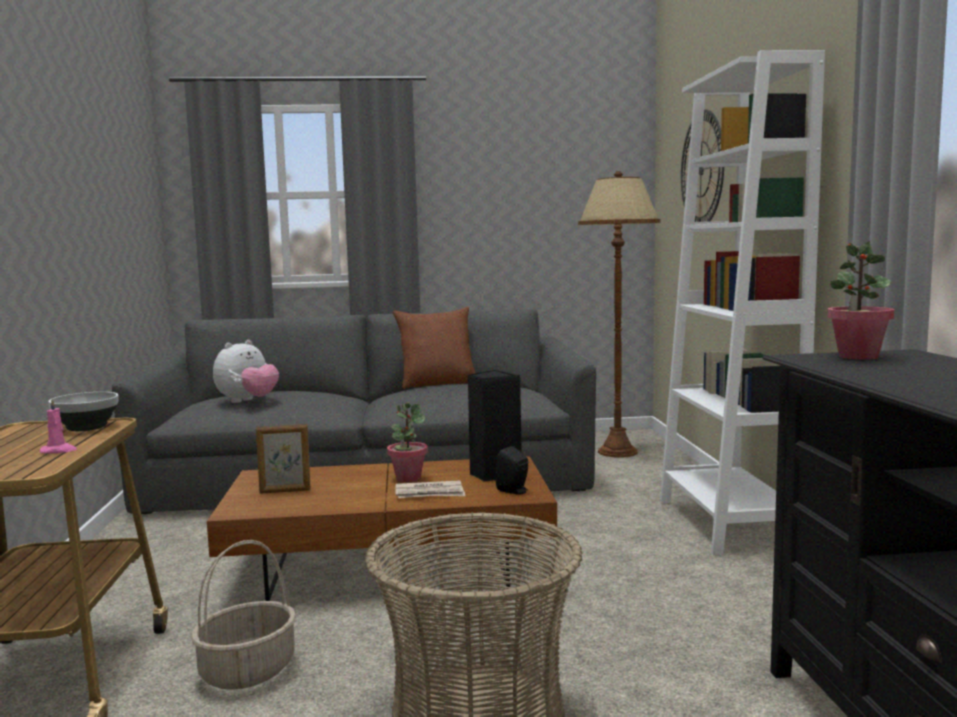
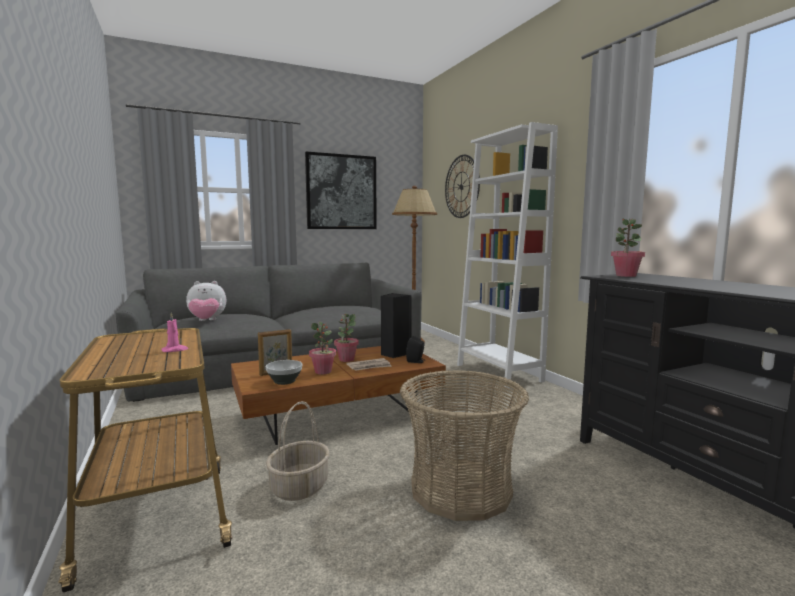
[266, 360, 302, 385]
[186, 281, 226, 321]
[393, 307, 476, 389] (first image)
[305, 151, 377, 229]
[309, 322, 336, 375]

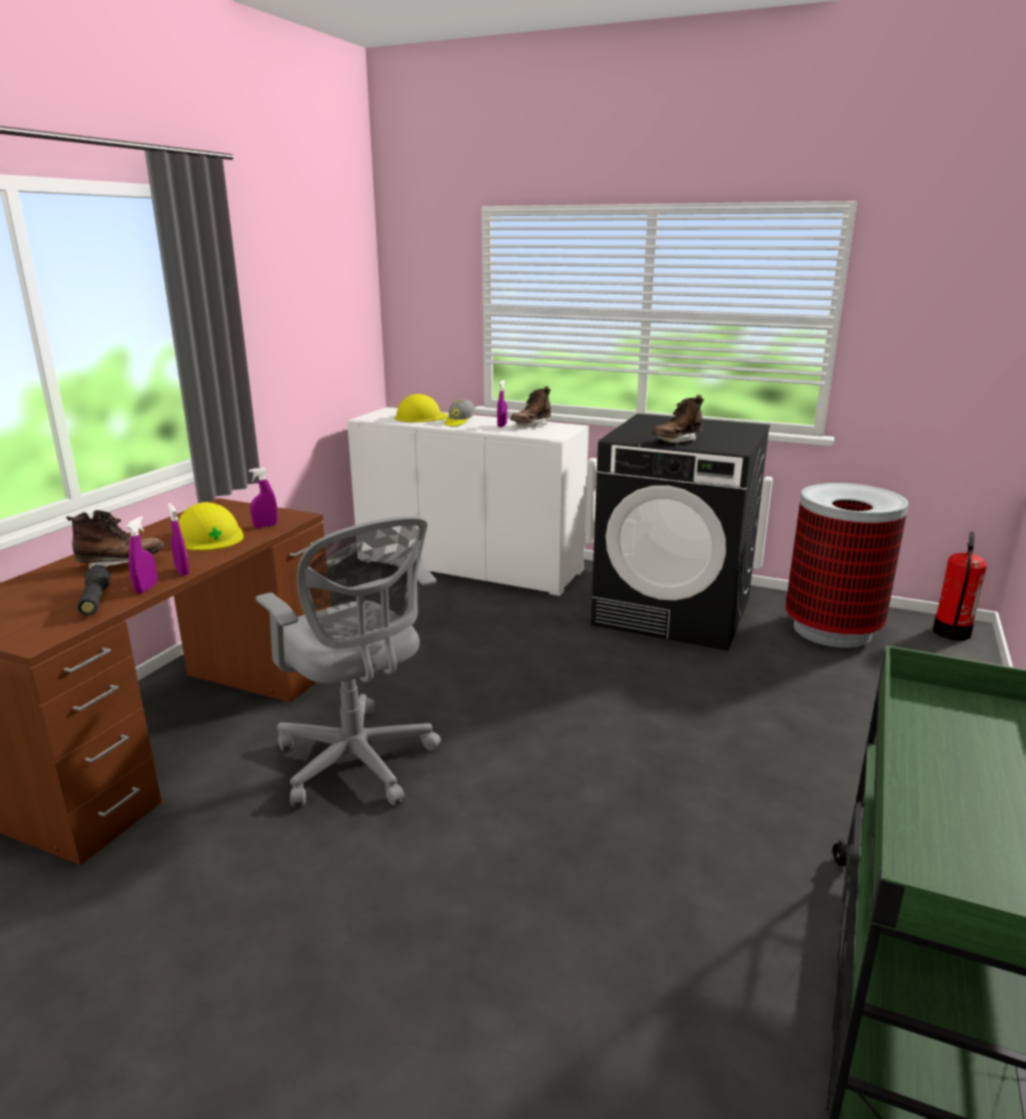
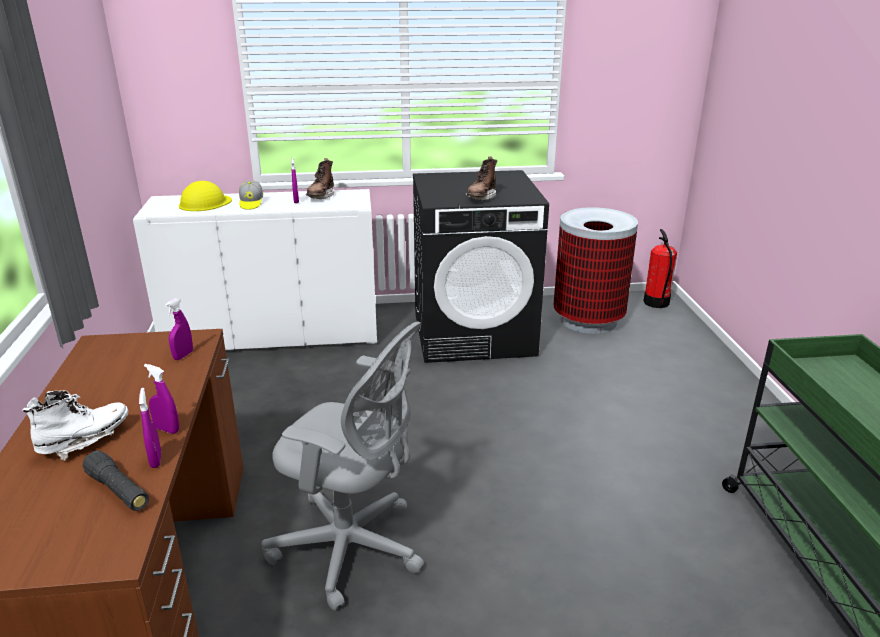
[22, 390, 128, 461]
[178, 502, 244, 551] (first image)

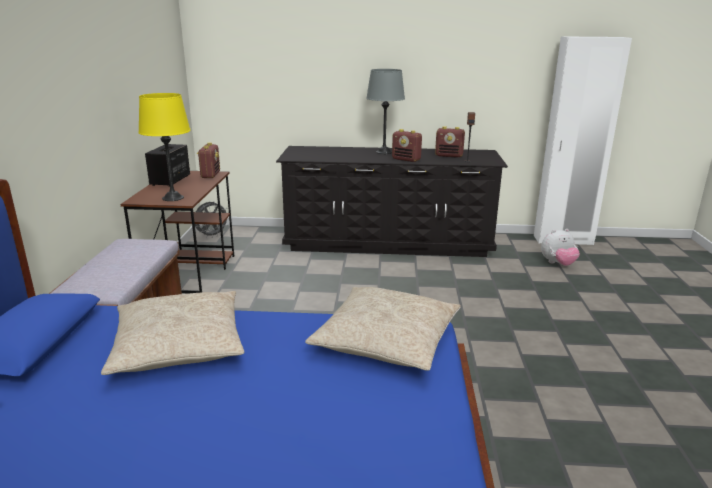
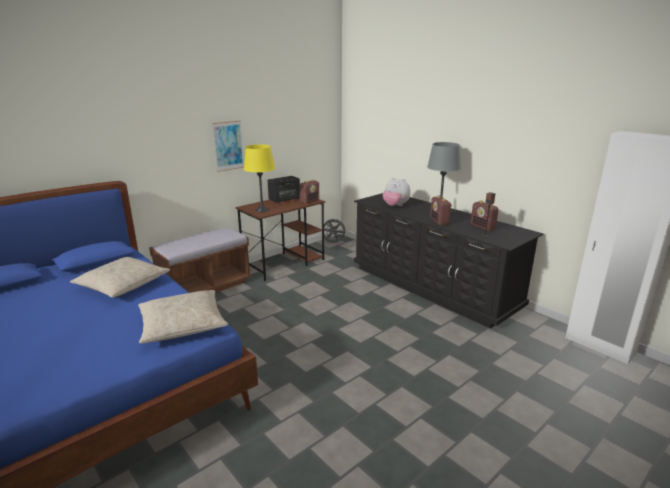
[383, 178, 411, 206]
[212, 120, 244, 172]

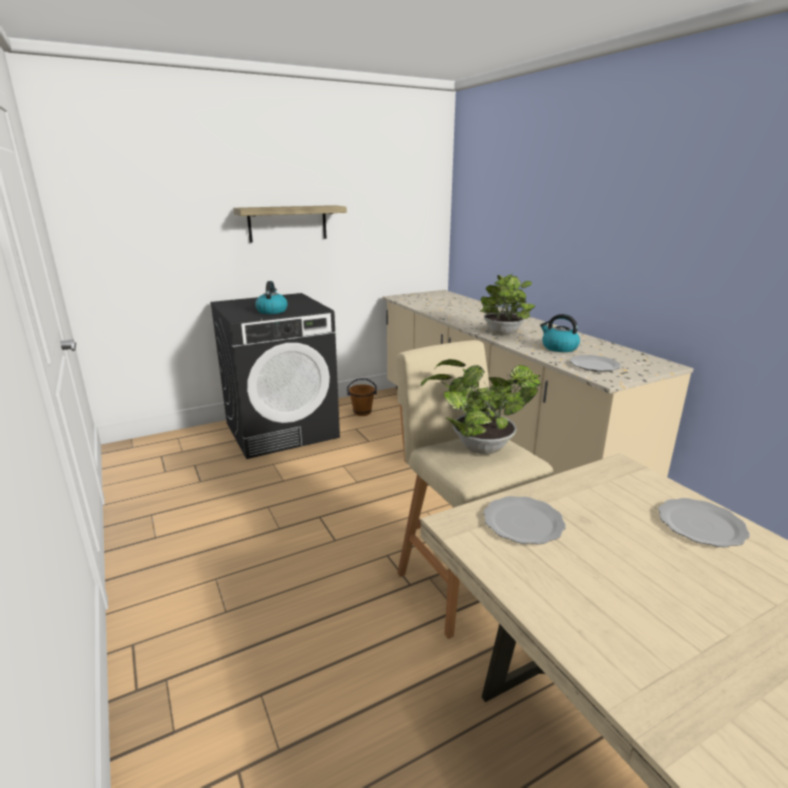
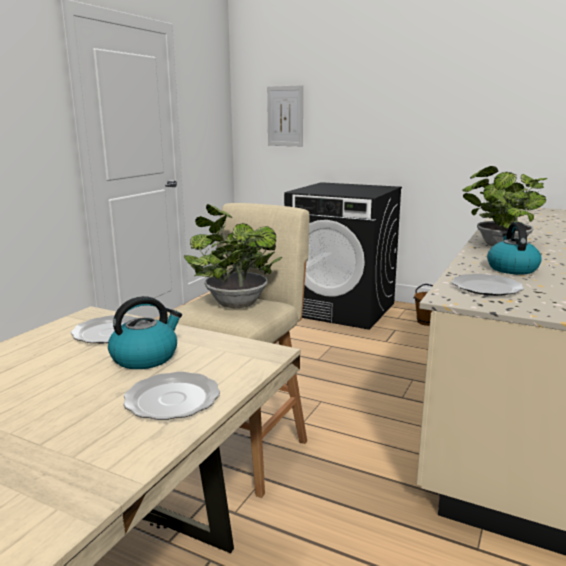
[233, 205, 347, 243] (first image)
[108, 296, 182, 369]
[267, 85, 303, 146]

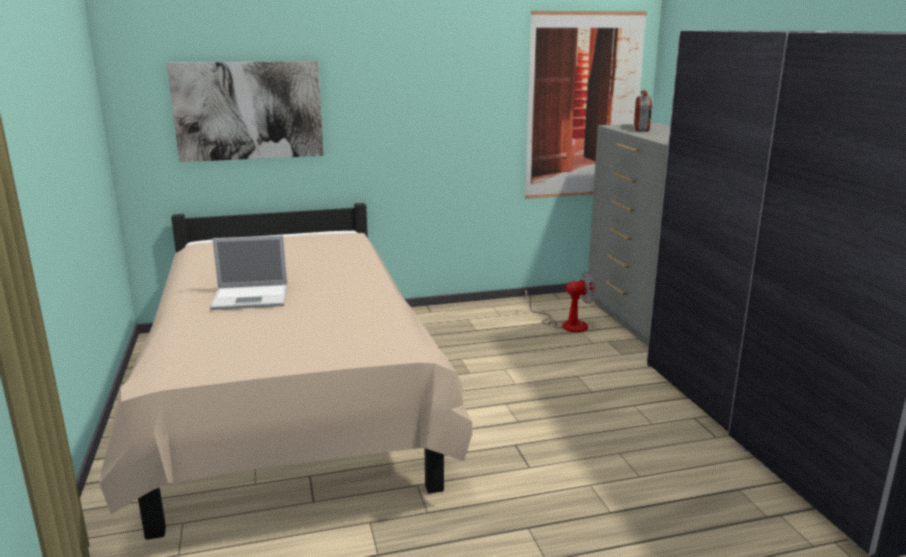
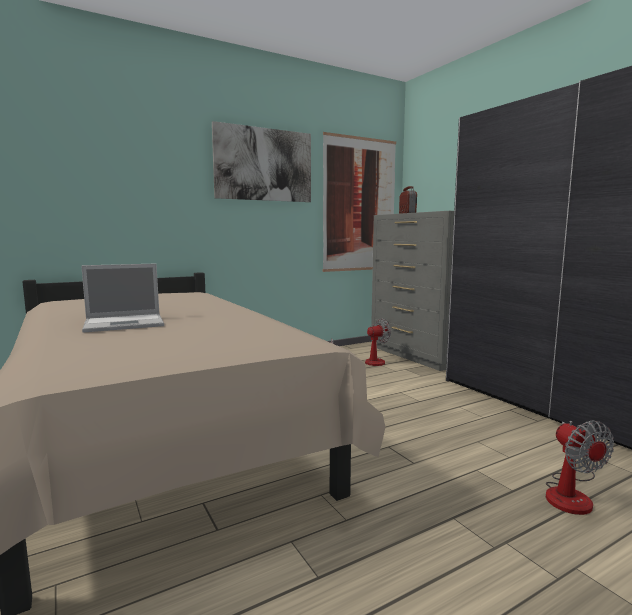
[212, 121, 311, 202]
[546, 421, 614, 515]

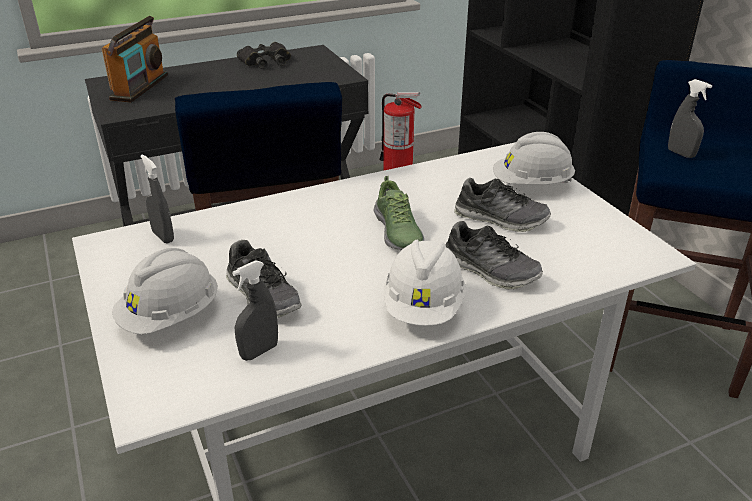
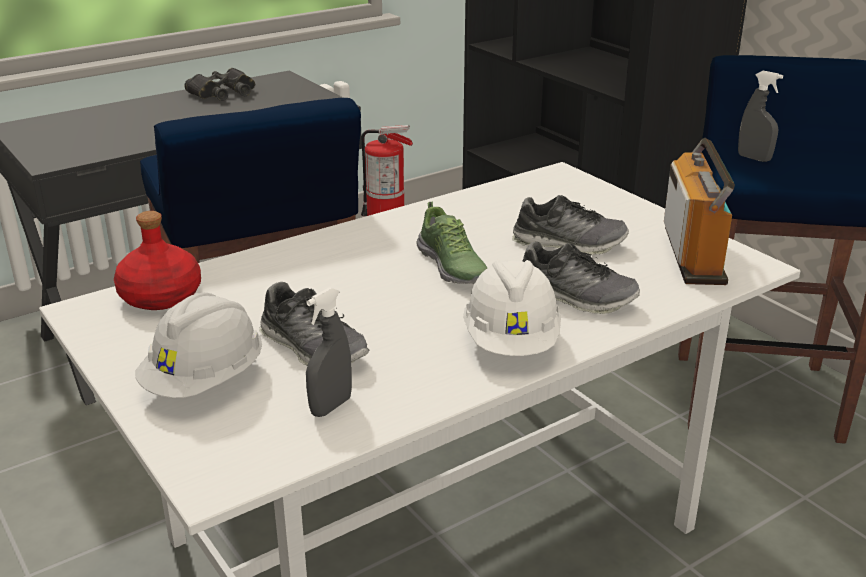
[664, 138, 735, 285]
[114, 211, 201, 310]
[493, 132, 575, 185] (first image)

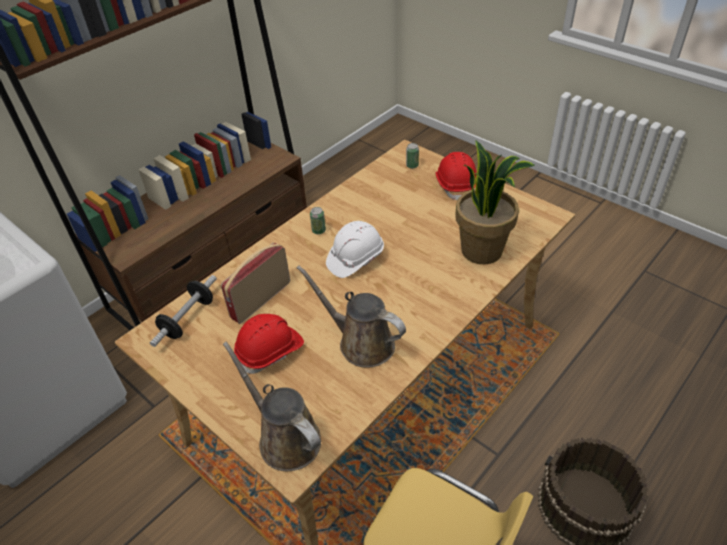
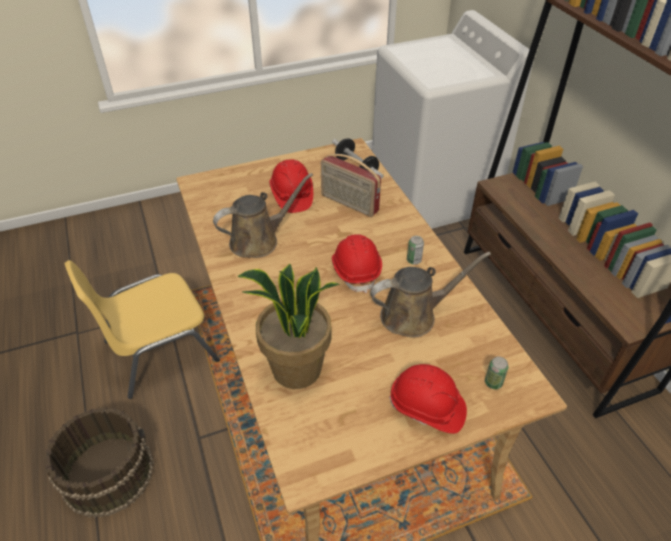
[321, 154, 381, 217]
[370, 252, 491, 338]
[332, 234, 382, 293]

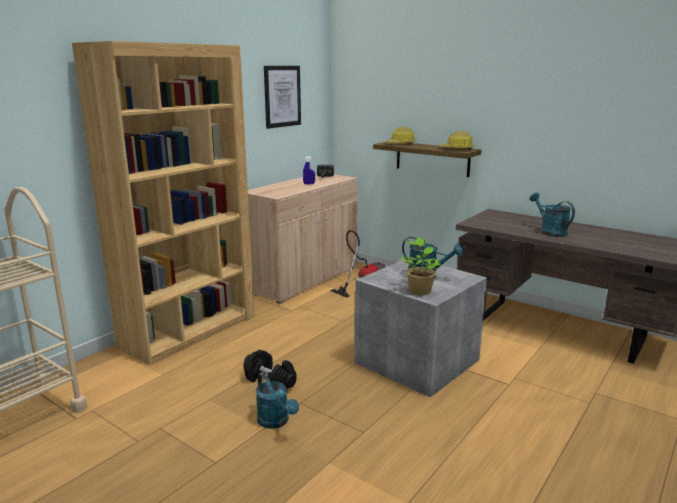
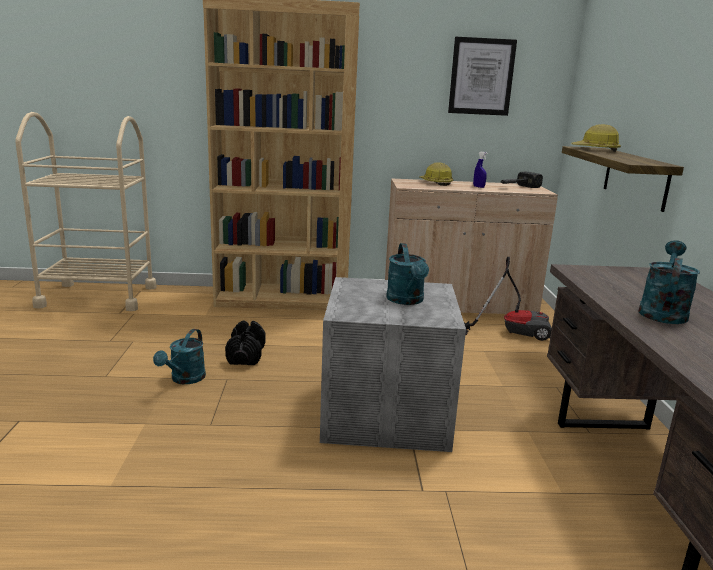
[400, 237, 441, 295] (first image)
[419, 162, 453, 186]

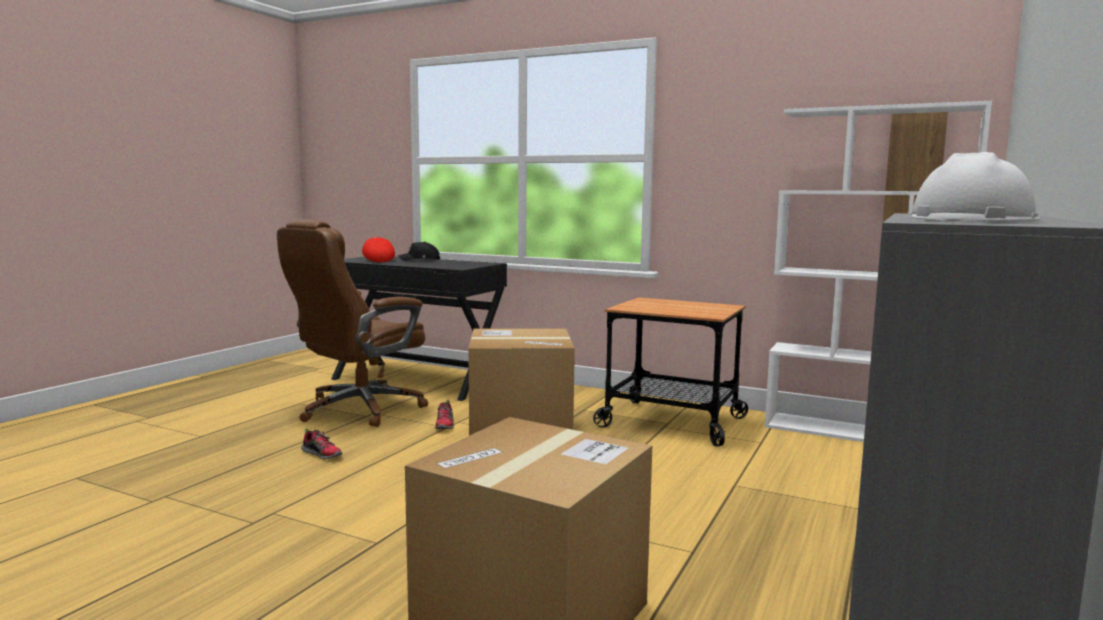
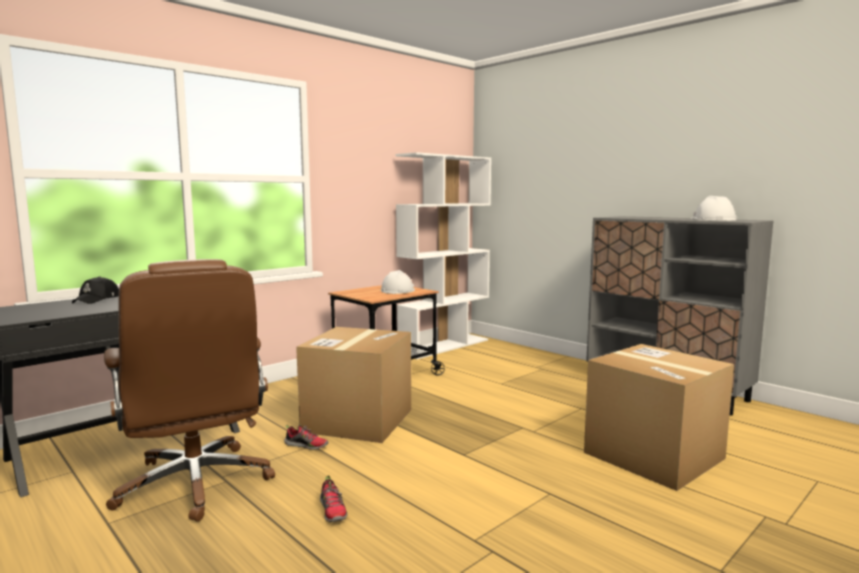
[320, 475, 347, 522]
[362, 237, 395, 262] (first image)
[381, 270, 415, 294]

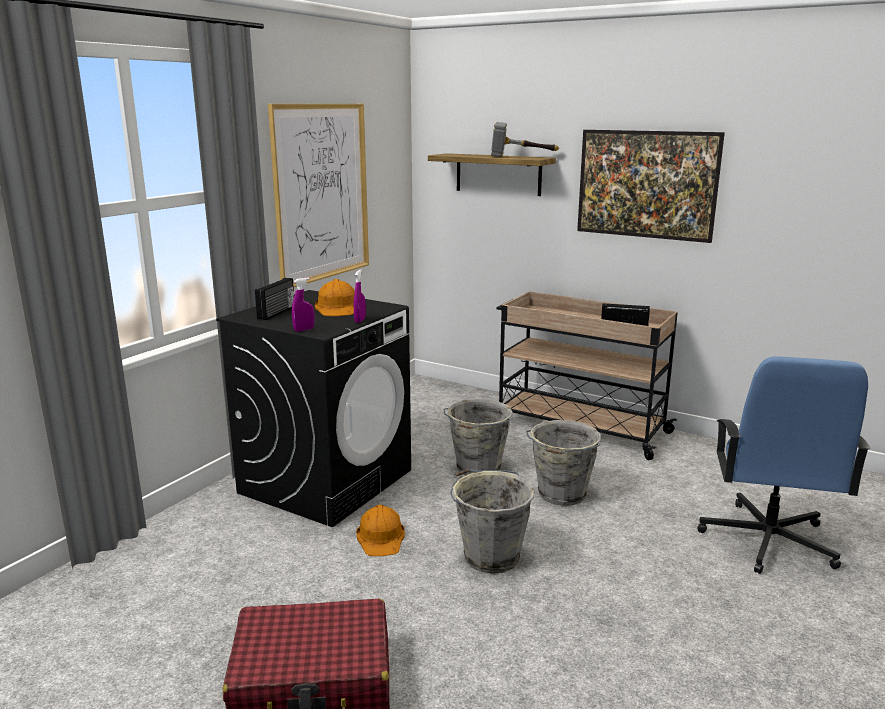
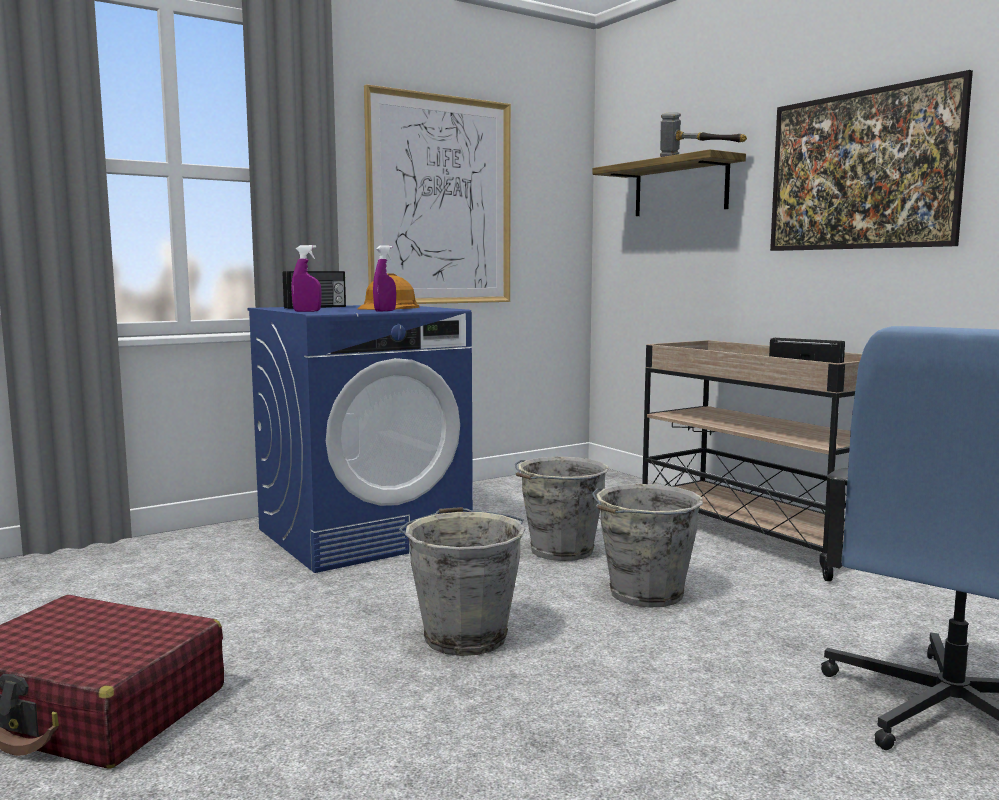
[247, 305, 473, 573]
[356, 505, 405, 556] (first image)

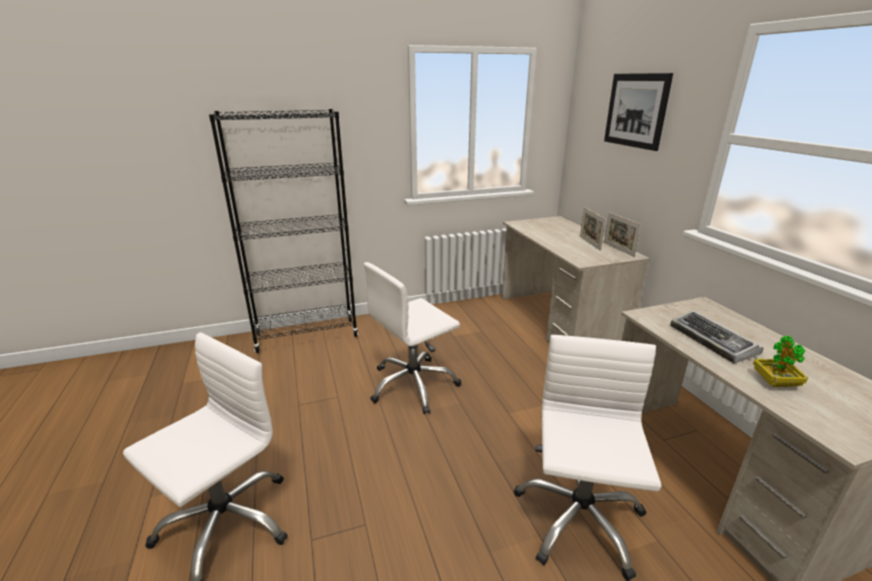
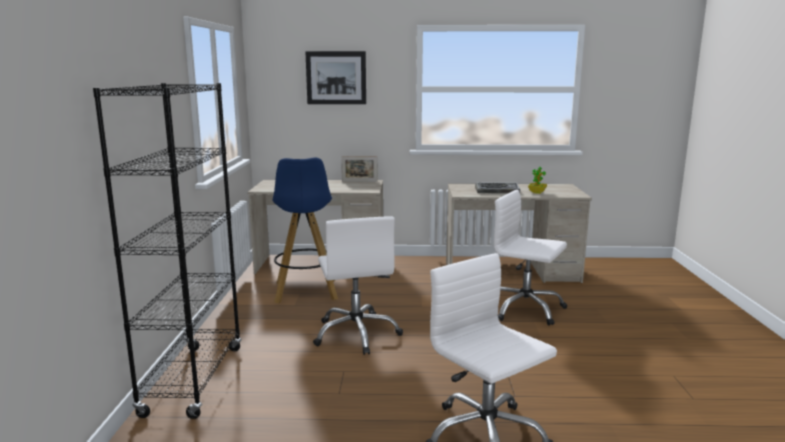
[580, 207, 606, 251] (first image)
[273, 157, 338, 303]

